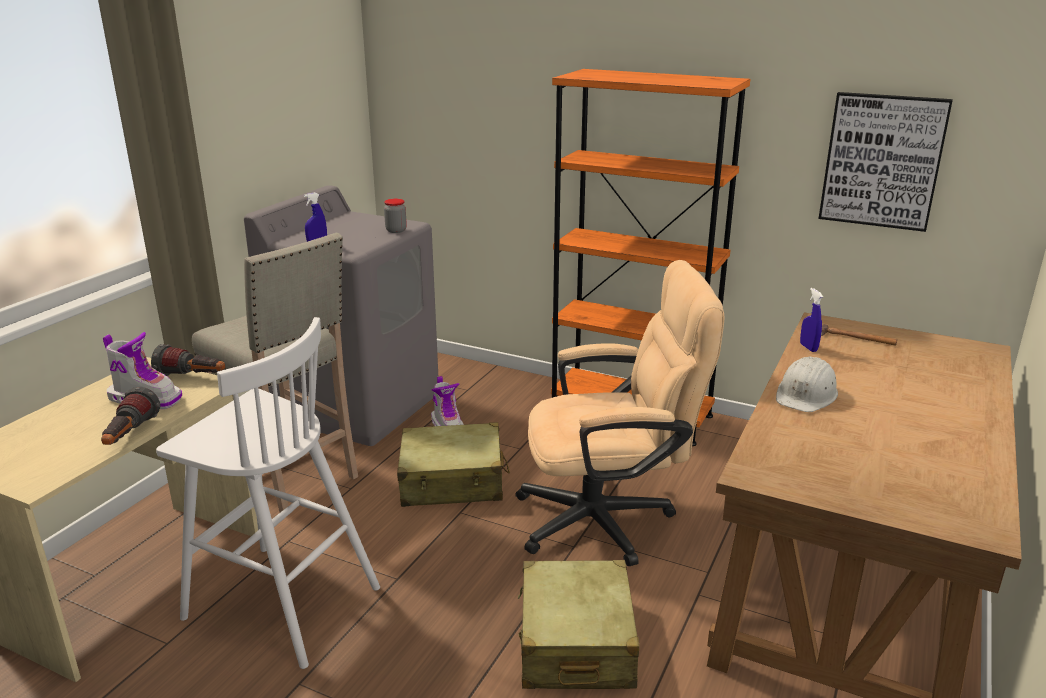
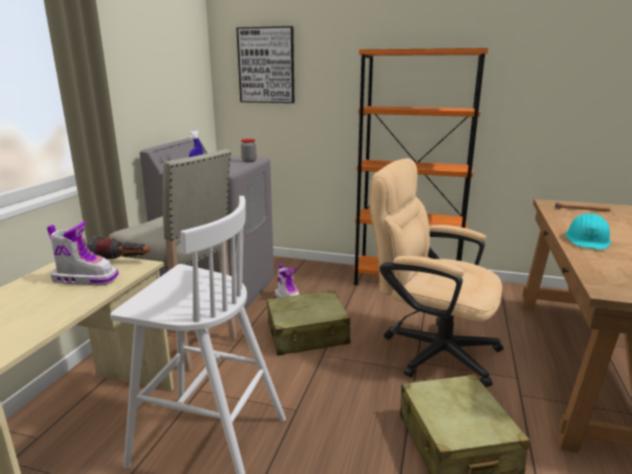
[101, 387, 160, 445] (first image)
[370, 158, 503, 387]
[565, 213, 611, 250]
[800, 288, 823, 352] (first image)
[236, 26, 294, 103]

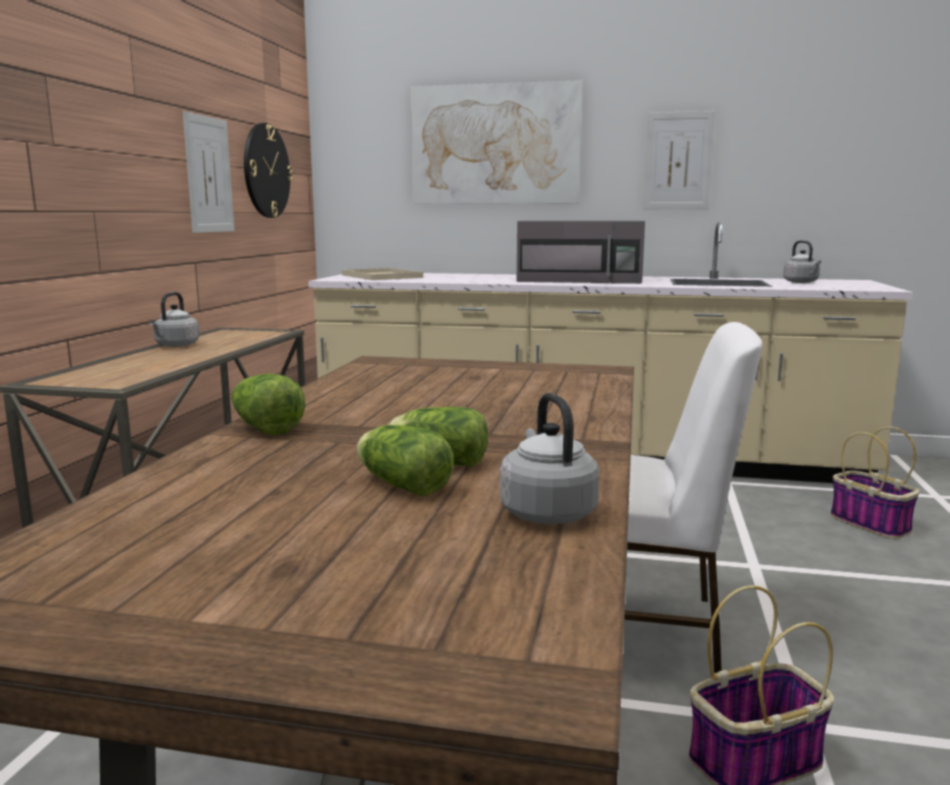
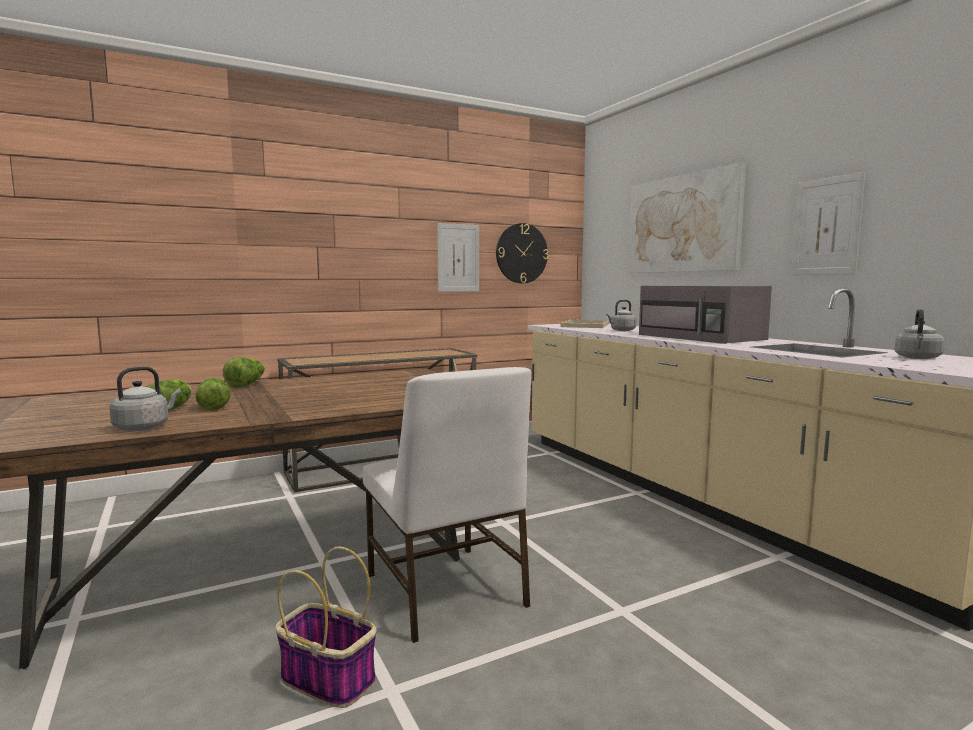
[606, 300, 637, 331]
[831, 426, 920, 539] (first image)

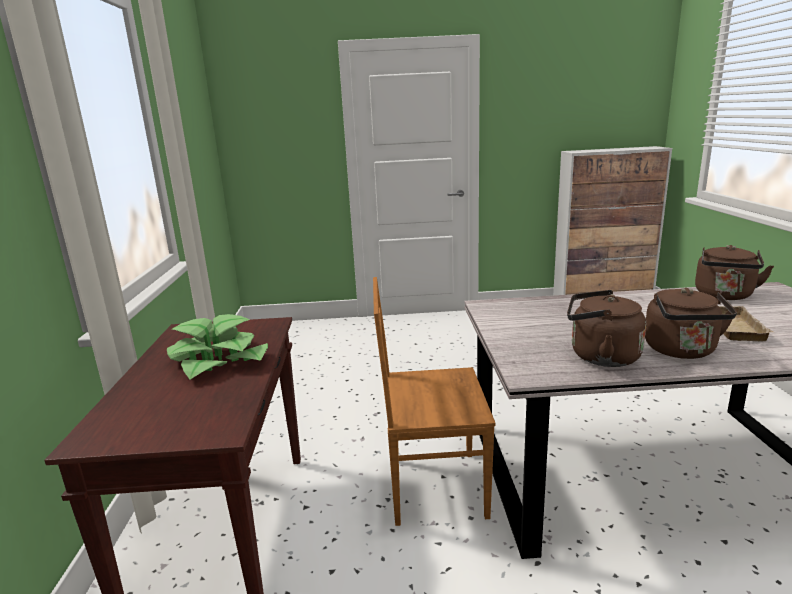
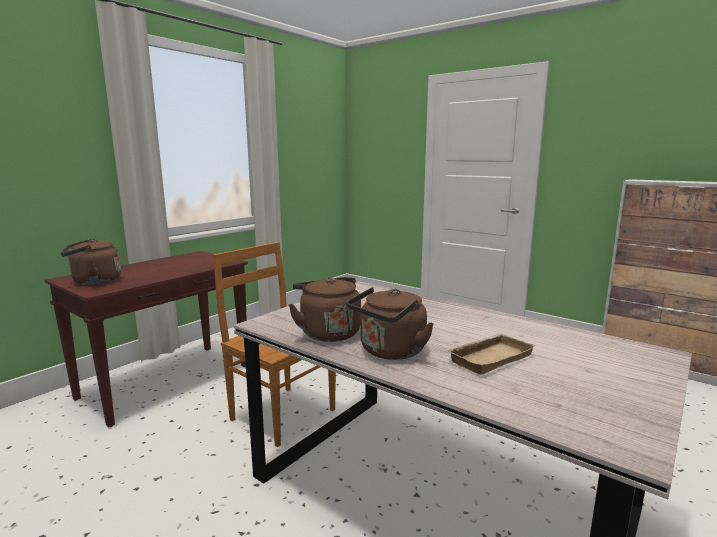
[167, 314, 268, 379] (first image)
[61, 238, 121, 285]

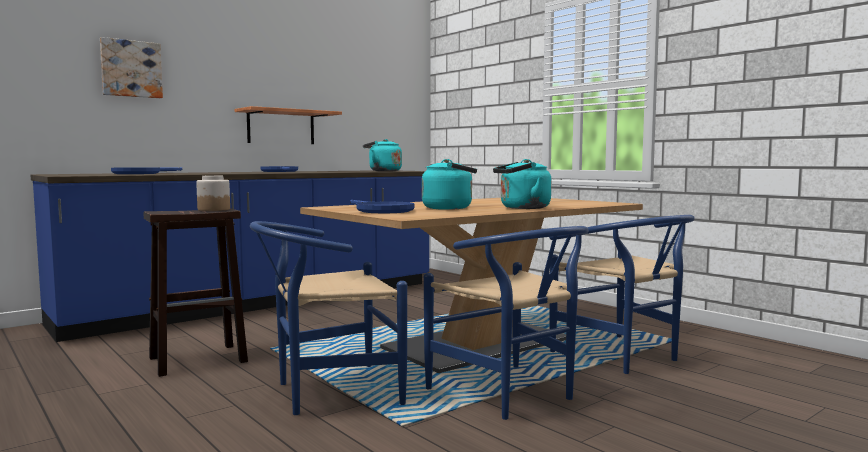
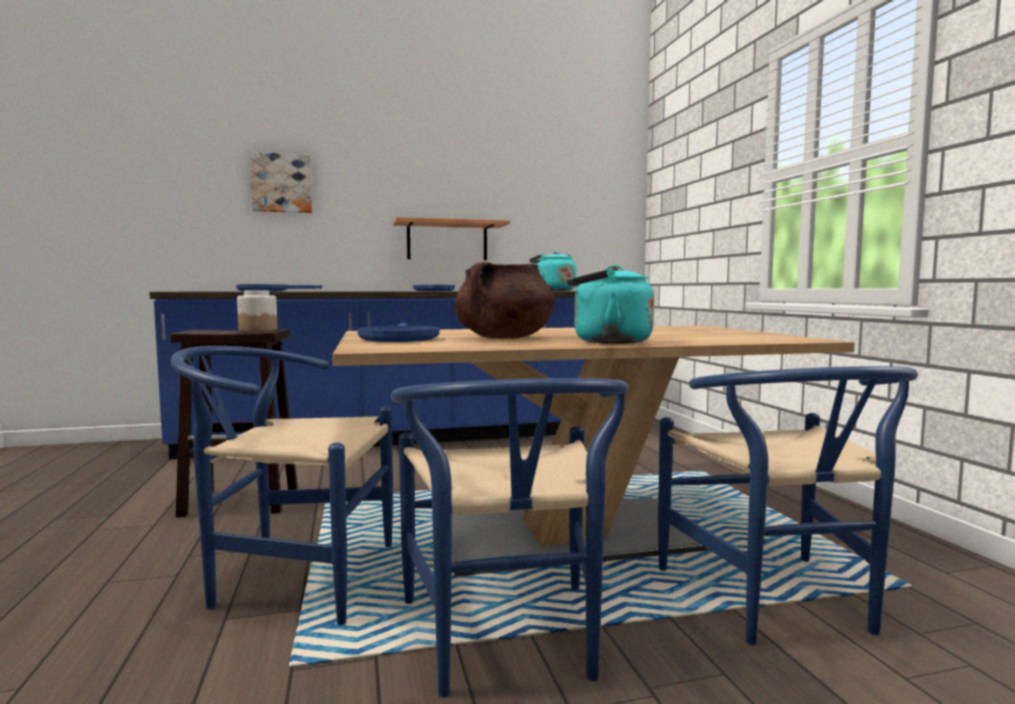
[455, 262, 554, 339]

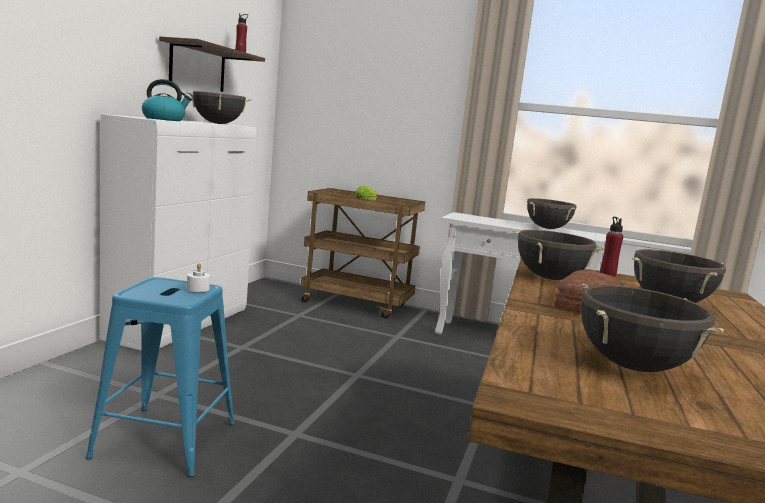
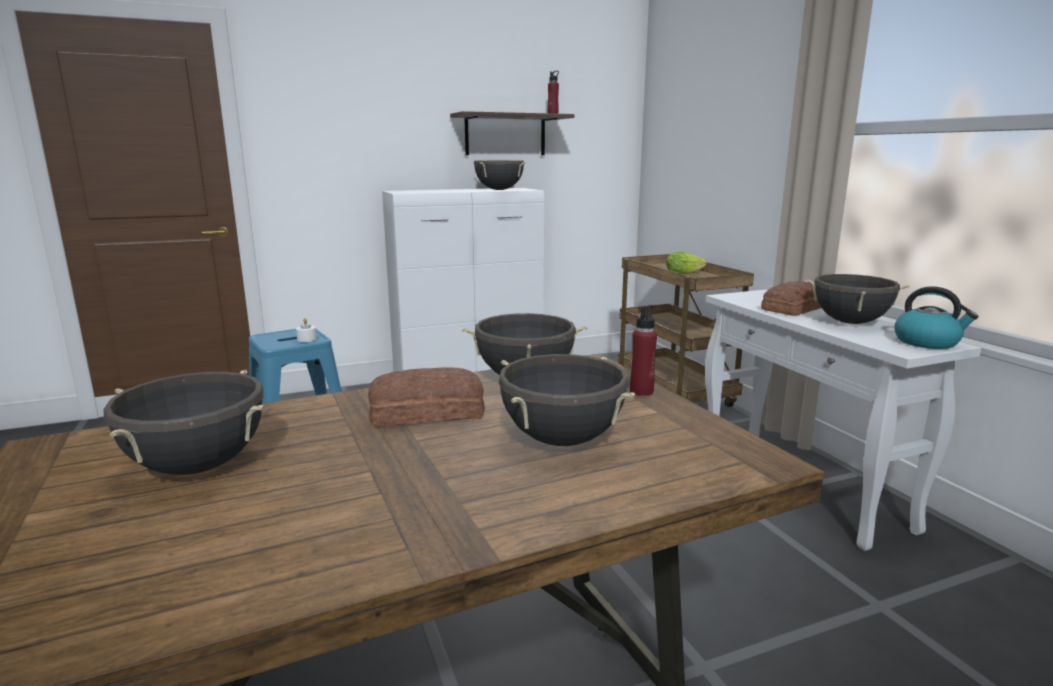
[894, 286, 979, 349]
[761, 282, 821, 316]

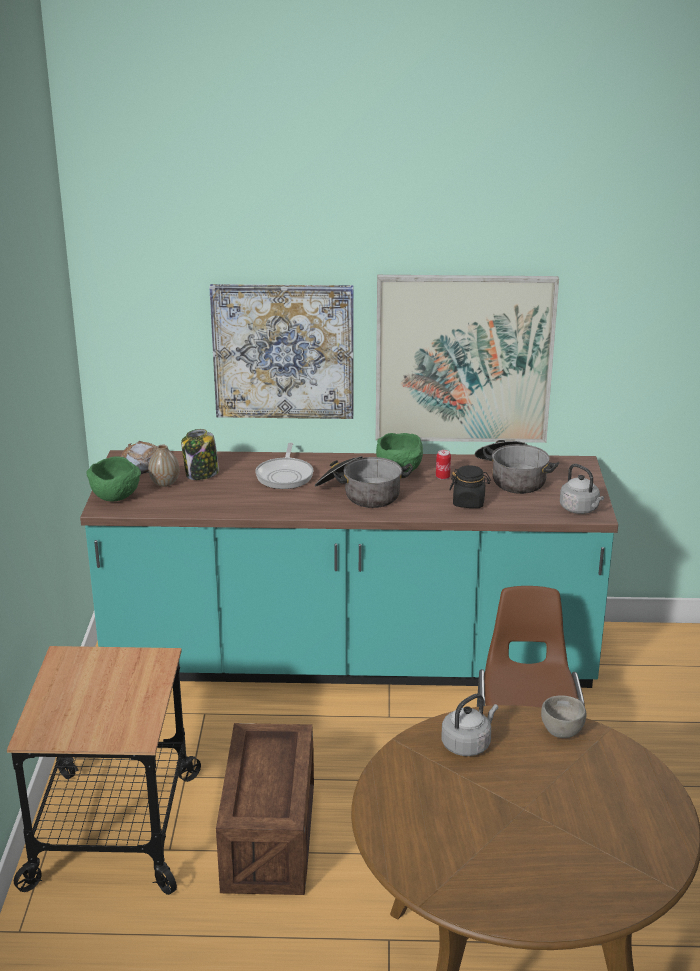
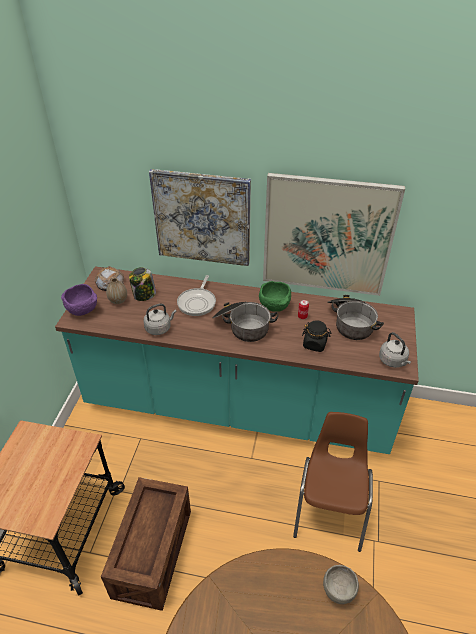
[61, 284, 97, 316]
[144, 303, 177, 335]

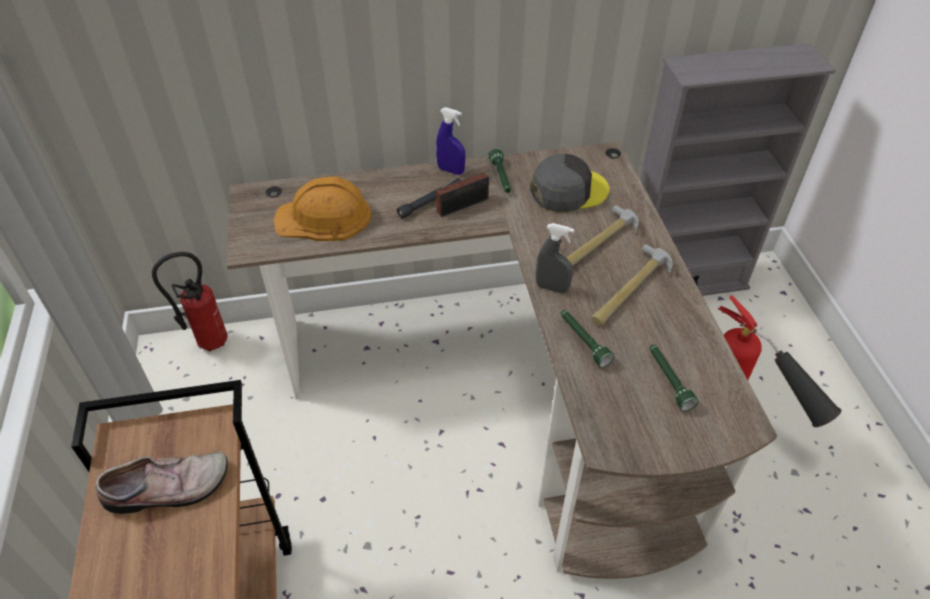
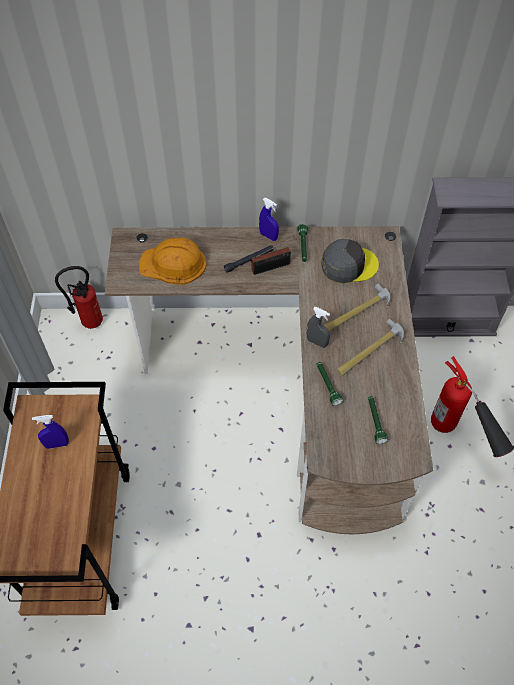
[32, 415, 69, 449]

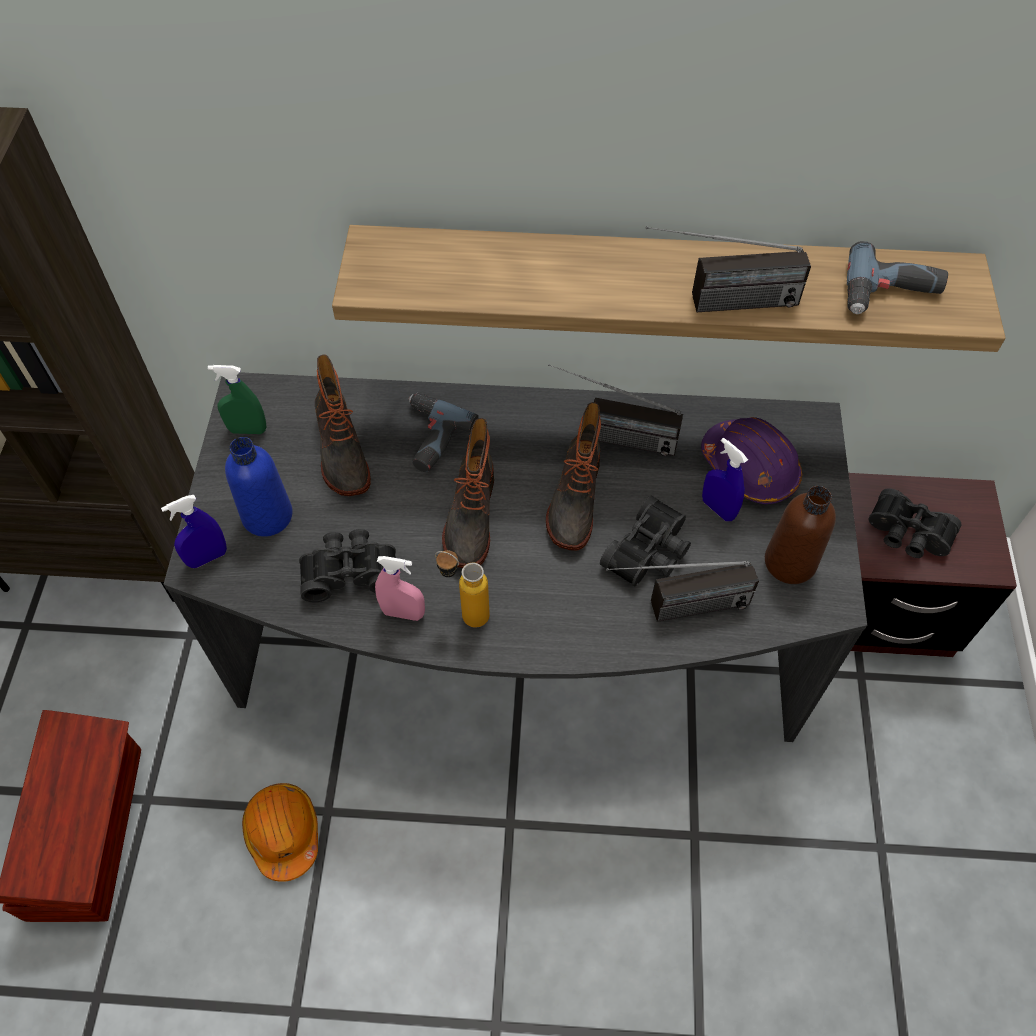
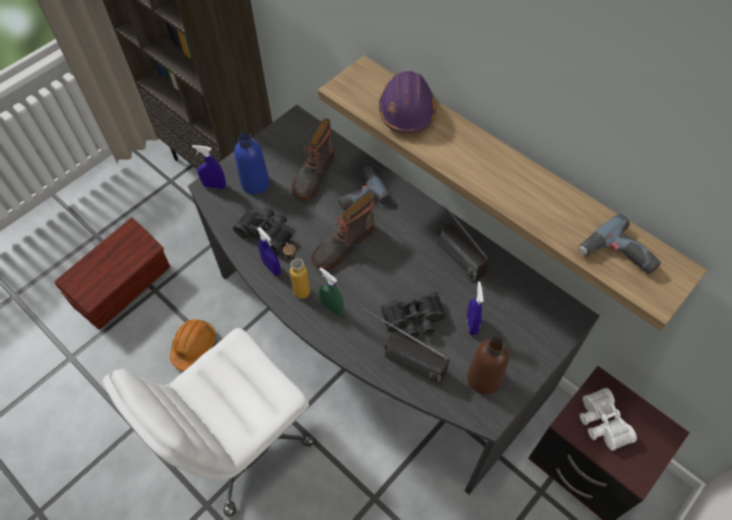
[319, 268, 344, 316]
[257, 227, 281, 276]
[546, 402, 601, 551] (first image)
[646, 226, 811, 312] (first image)
[379, 71, 436, 133]
[580, 388, 637, 451]
[103, 328, 314, 517]

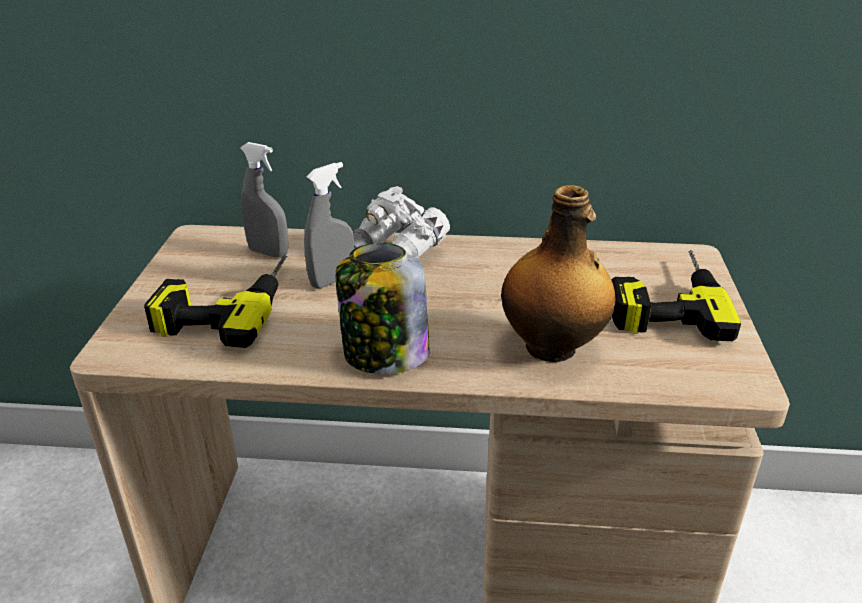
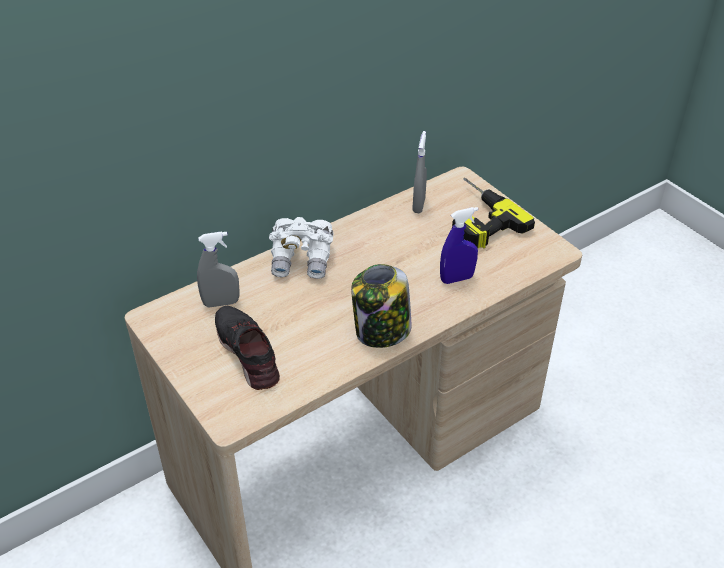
[215, 306, 280, 390]
[413, 131, 427, 213]
[440, 207, 478, 284]

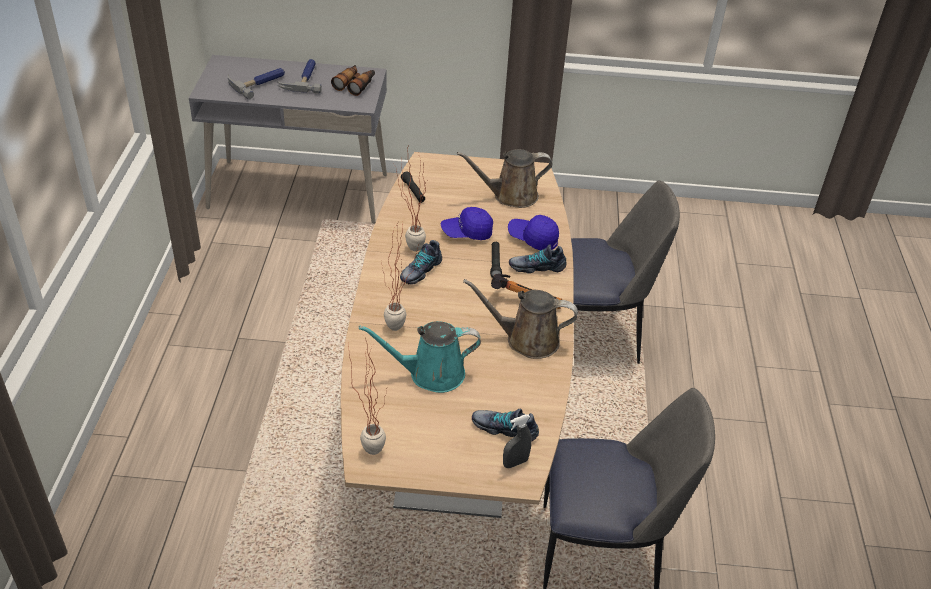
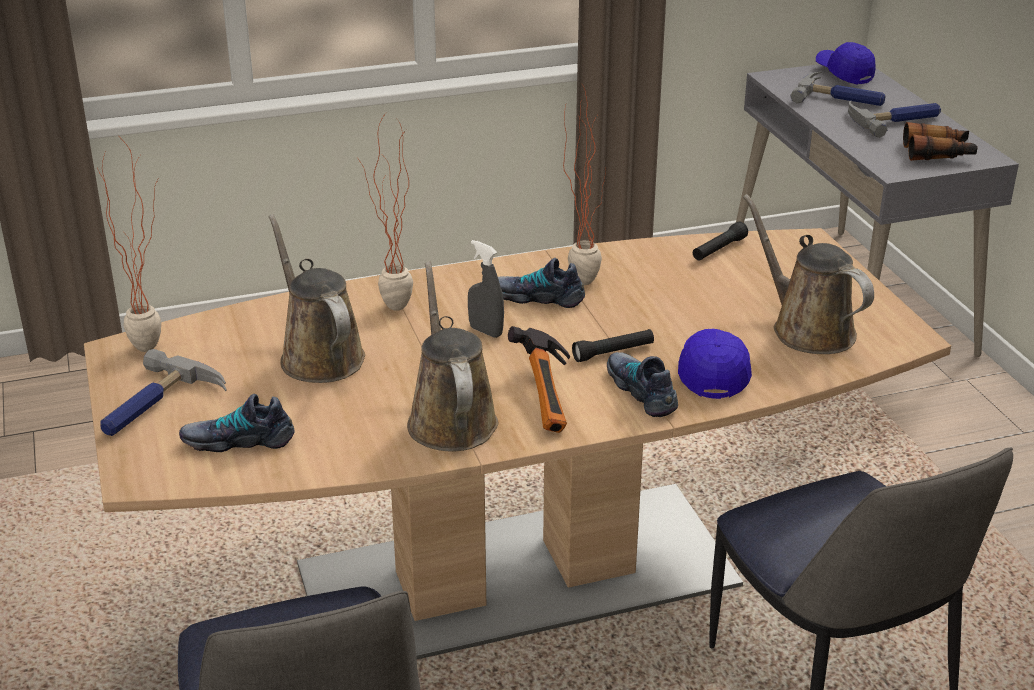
[269, 214, 365, 383]
[816, 42, 876, 85]
[179, 394, 294, 452]
[468, 240, 504, 338]
[100, 349, 227, 436]

